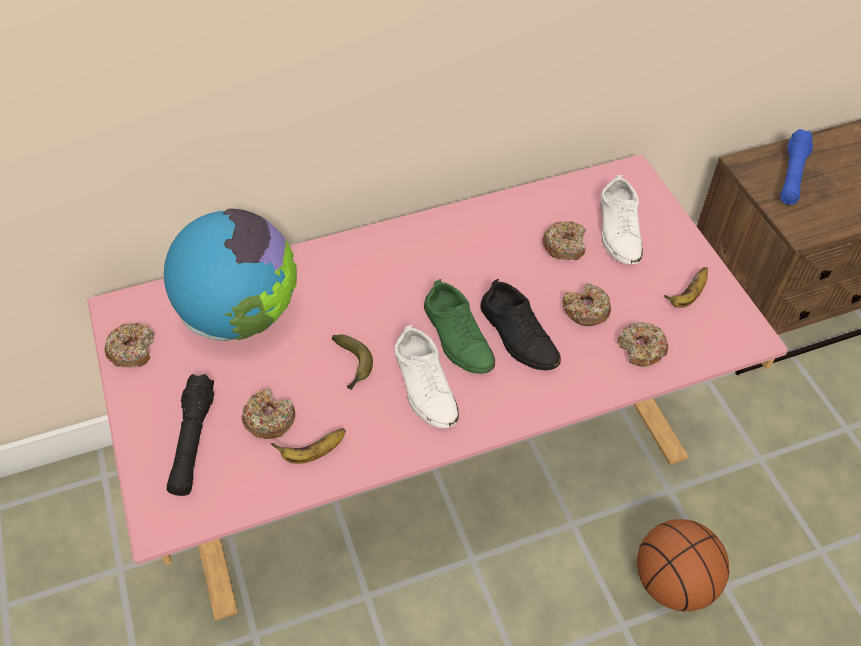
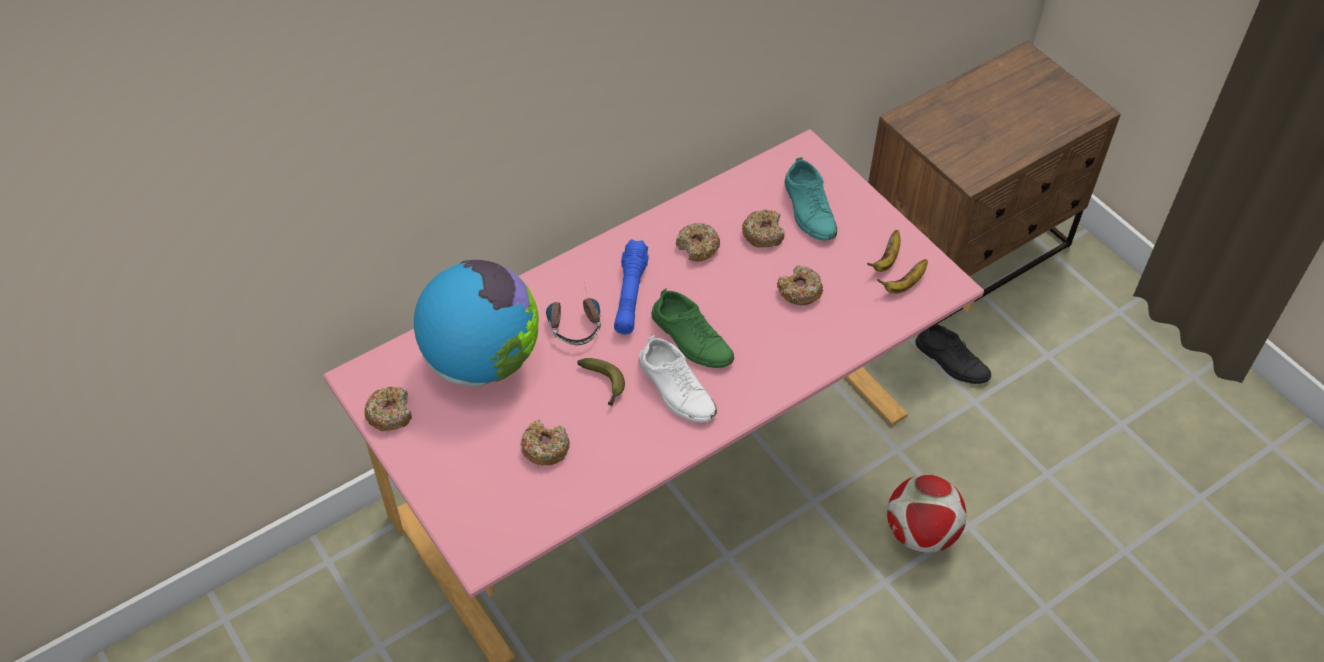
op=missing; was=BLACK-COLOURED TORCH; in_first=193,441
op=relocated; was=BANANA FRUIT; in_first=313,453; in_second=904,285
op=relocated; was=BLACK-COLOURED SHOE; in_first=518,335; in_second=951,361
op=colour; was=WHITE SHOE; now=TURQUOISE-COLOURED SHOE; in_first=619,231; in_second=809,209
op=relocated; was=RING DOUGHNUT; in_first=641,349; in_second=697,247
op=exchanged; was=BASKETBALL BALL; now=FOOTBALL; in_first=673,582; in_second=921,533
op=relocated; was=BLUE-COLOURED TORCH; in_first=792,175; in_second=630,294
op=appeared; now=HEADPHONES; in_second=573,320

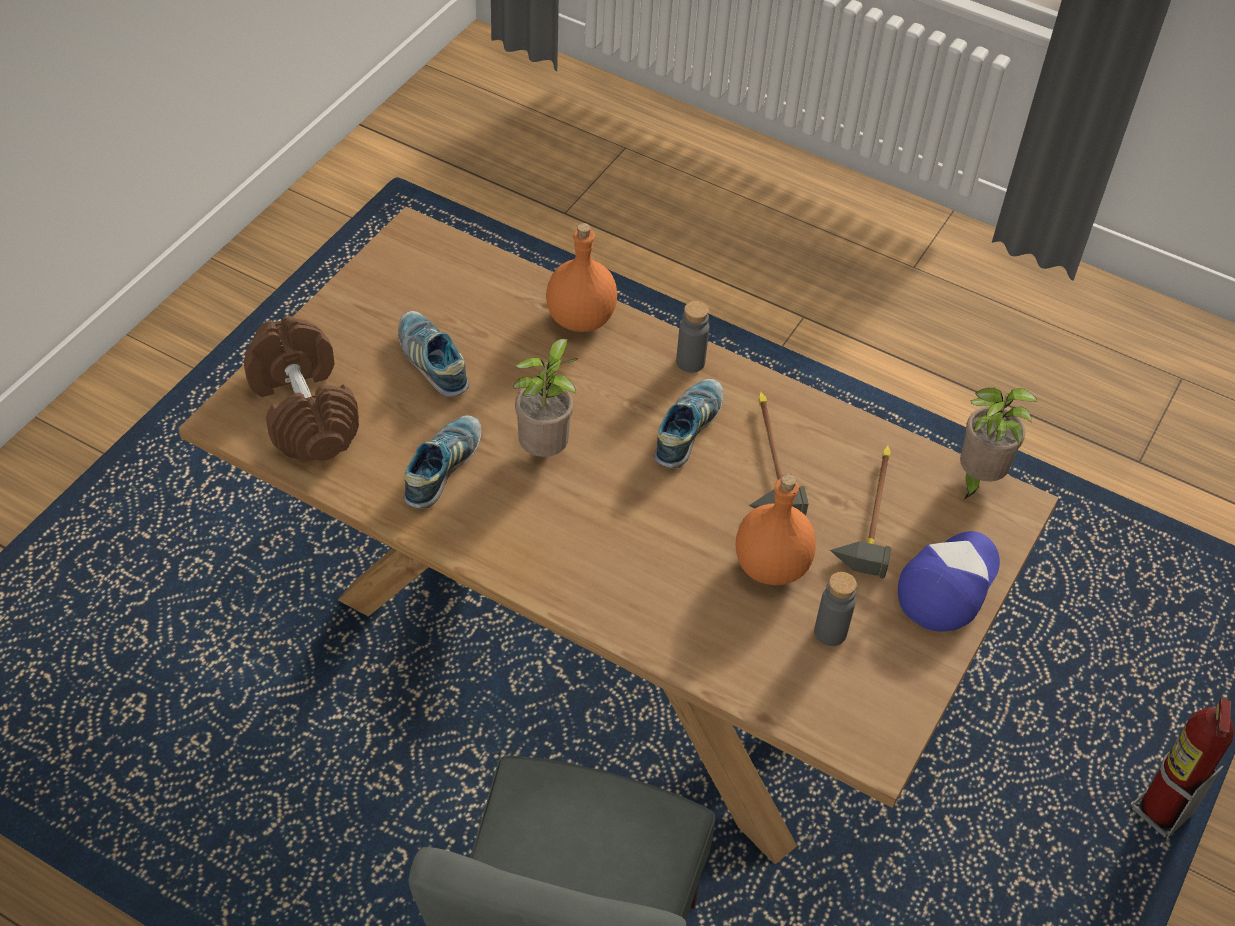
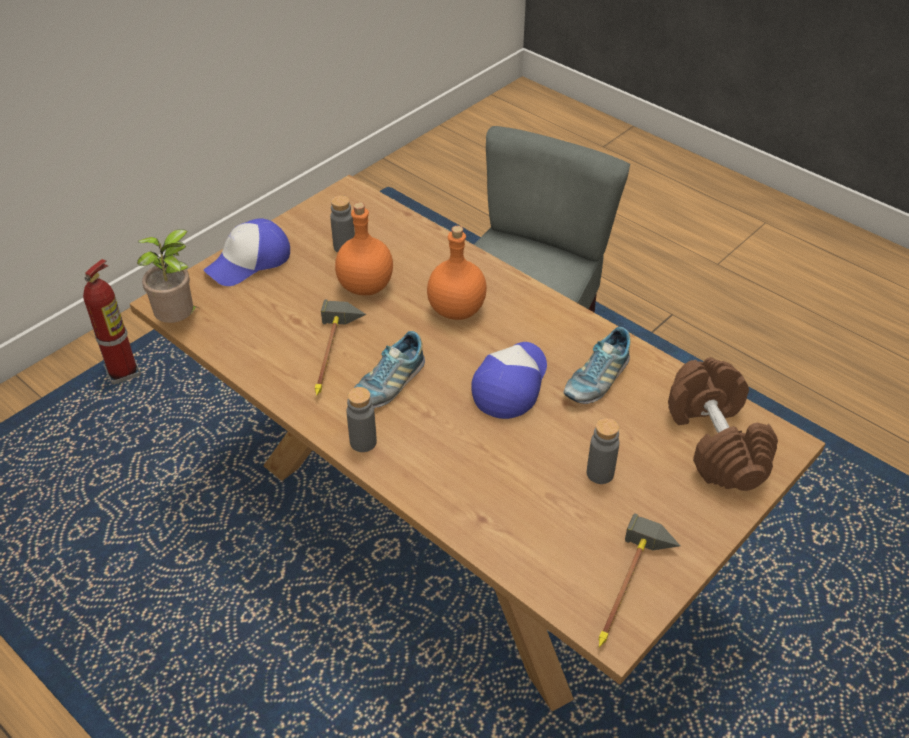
op=exchanged; was=SHOE; now=GREY DRINK BOTTLE; in_first=432,362; in_second=600,473
op=exchanged; was=PLANT IN A POT; now=CAP; in_first=545,449; in_second=510,384
op=relocated; was=ORANGE-COLOURED DRINK BOTTLE; in_first=579,318; in_second=457,310
op=relocated; was=TOOL HAMMER; in_first=866,509; in_second=632,593

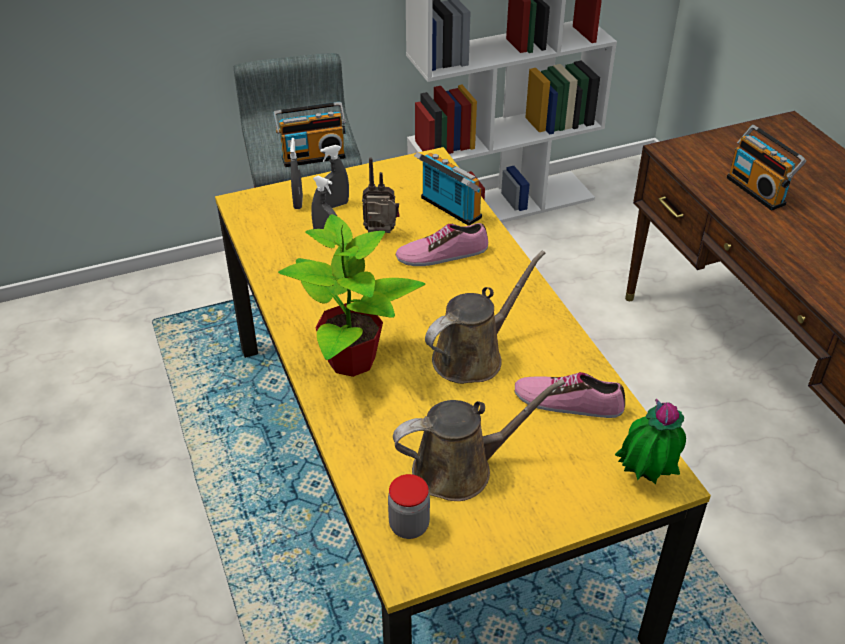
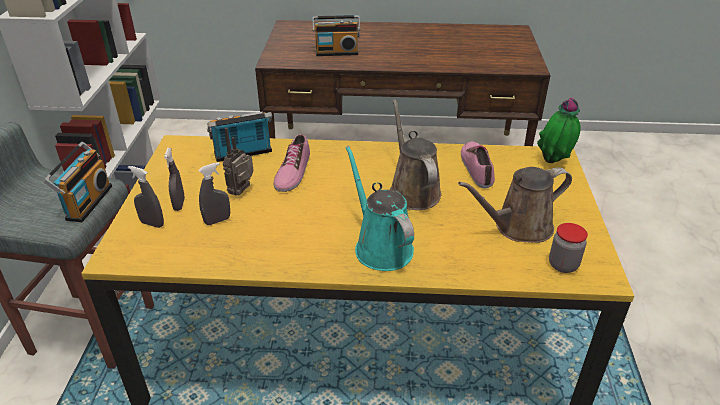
op=exchanged; was=PLANT IN A POT; now=TURQUOISE-COLOURED WATERING CAN; in_first=352,360; in_second=380,246
op=spun; was=BROWNISH WATERING CAN; in_first=460,469; in_second=518,227; clockwise=-120
op=spun; was=SHOE; in_first=568,401; in_second=477,168; clockwise=135

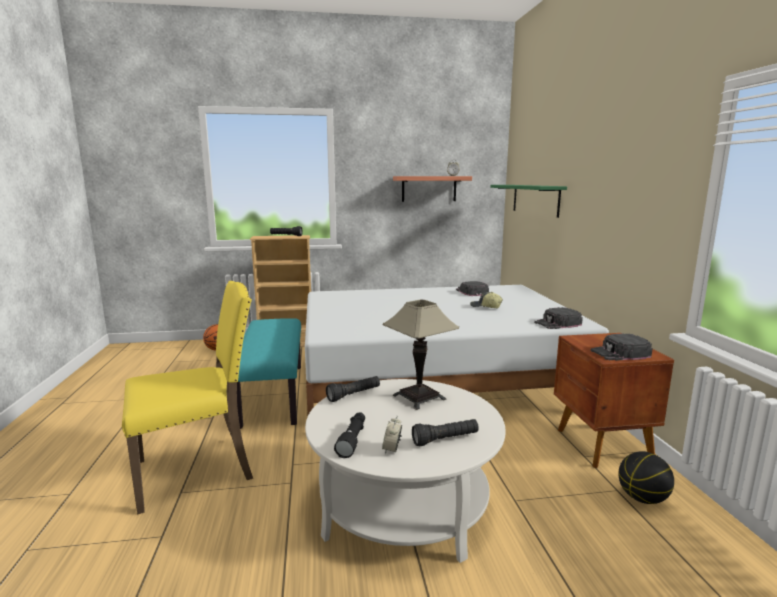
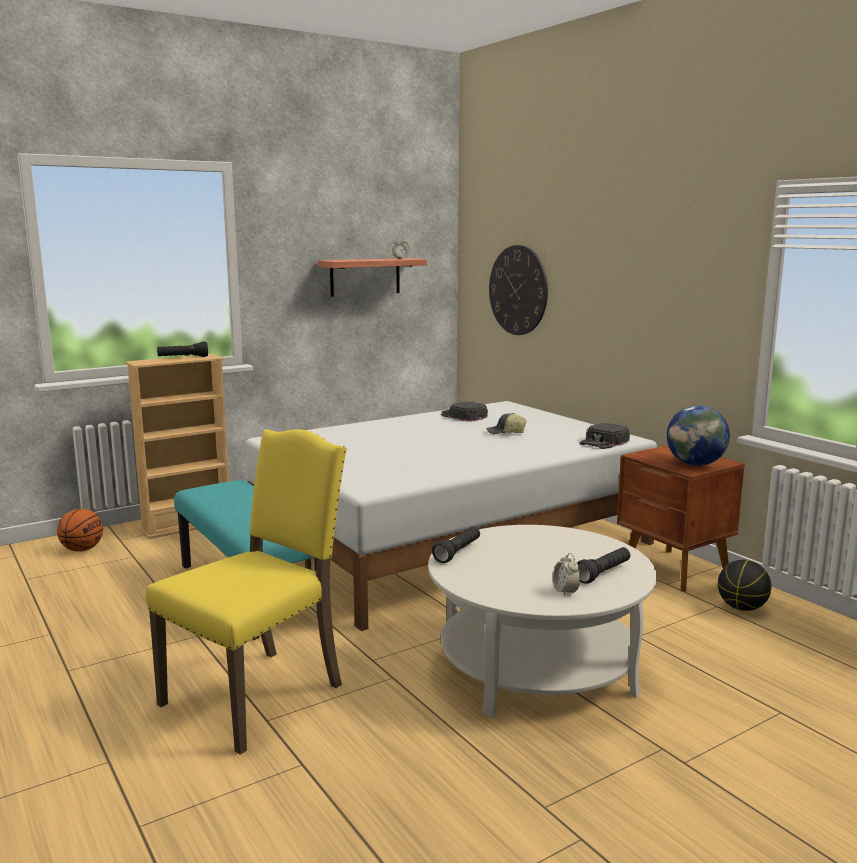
op=missing; was=BLACK-COLOURED TORCH; in_first=352,440
op=missing; was=LAMP FOR A TABLE; in_first=419,397
op=exchanged; was=GREENISH BRACKET SHELF; now=CLOCK ON THE WALL; in_first=535,199; in_second=518,290
op=exchanged; was=BLACK-COLOURED CAP; now=GLOBE; in_first=620,353; in_second=695,464

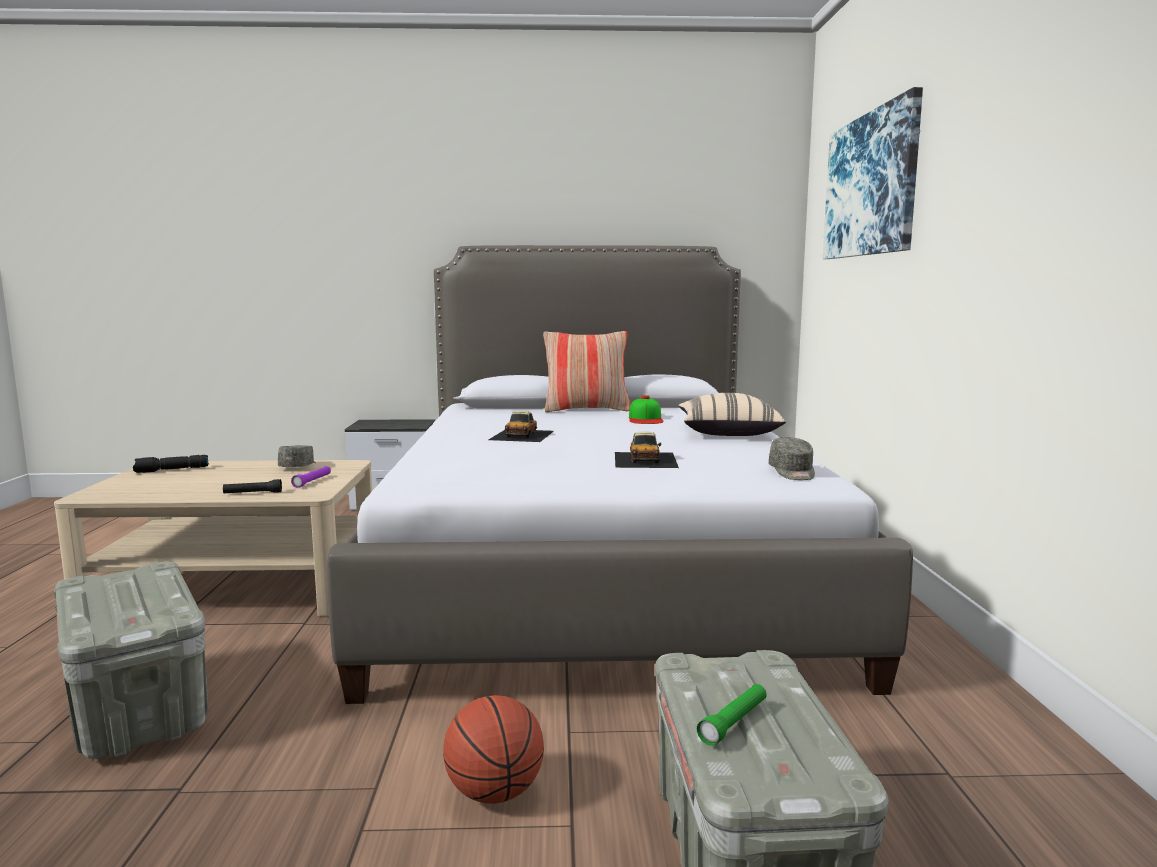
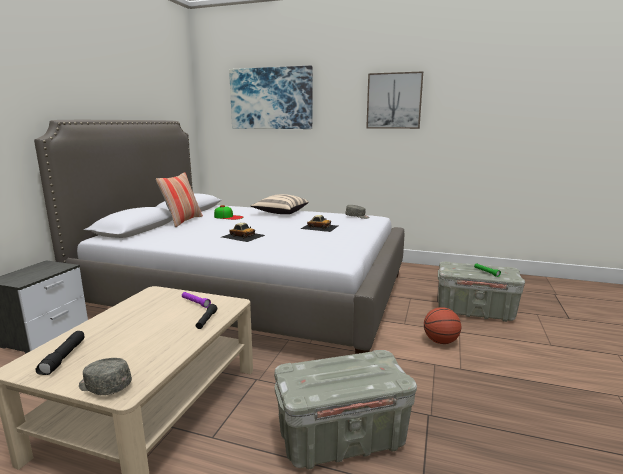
op=relocated; was=GREY CAP; in_first=299,466; in_second=104,386
op=appeared; now=WALL PICTURE; in_second=394,101

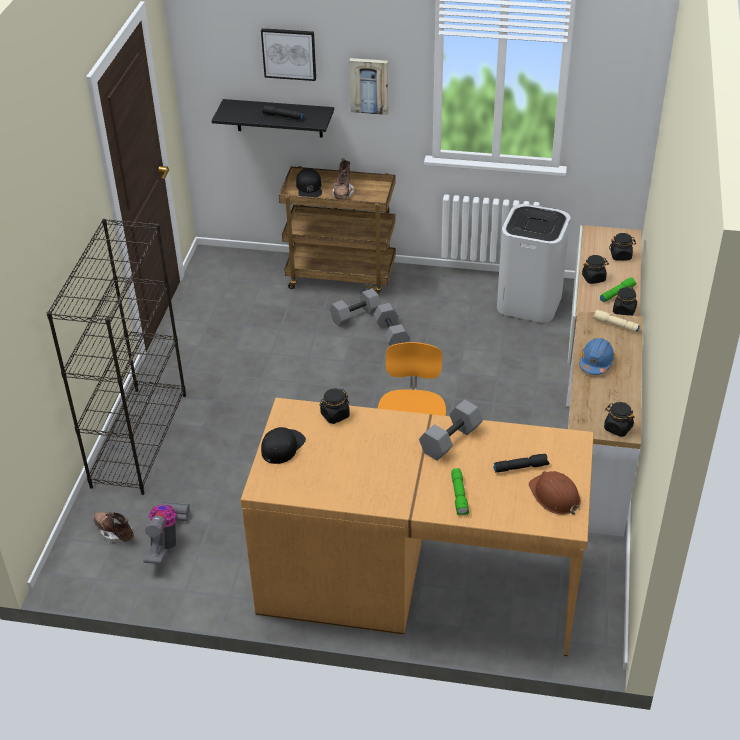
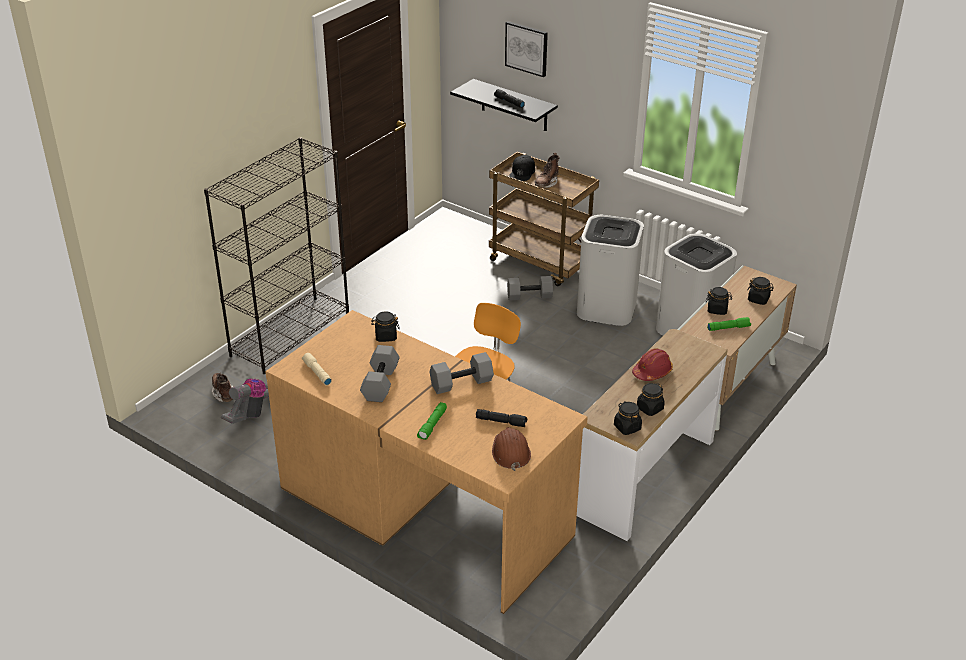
op=missing; was=BLACK-COLOURED CAP; in_first=282,446
op=missing; was=WALL PICTURE; in_first=369,85
op=relocated; was=GREY HAND WEIGHT; in_first=392,334; in_second=381,384
op=colour; was=BLUE-COLOURED HARD HAT; now=RED HARD HAT; in_first=596,362; in_second=652,372
op=relocated; was=BEIGE-COLOURED TORCH; in_first=615,325; in_second=316,373
op=relocated; was=BLACK-COLOURED STORAGE JAR; in_first=624,311; in_second=649,408
op=appeared; now=WHITE WASTE BIN; in_second=607,308

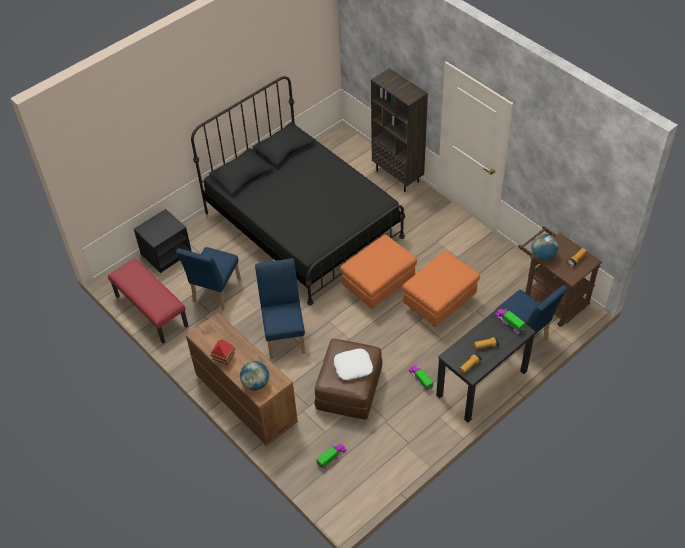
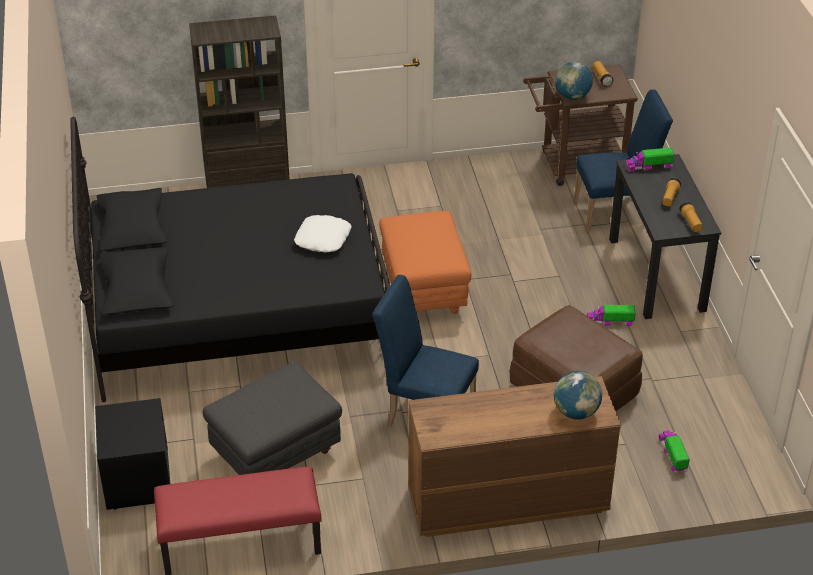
op=exchanged; was=BLUE-COLOURED CHAIR; now=GREY FOOTREST; in_first=215,293; in_second=276,455
op=missing; was=MODEL HOUSE; in_first=224,359
op=relocated; was=WHITE PILLOW; in_first=353,366; in_second=322,239
op=missing; was=ORANGE-COLOURED FOOTREST; in_first=439,304

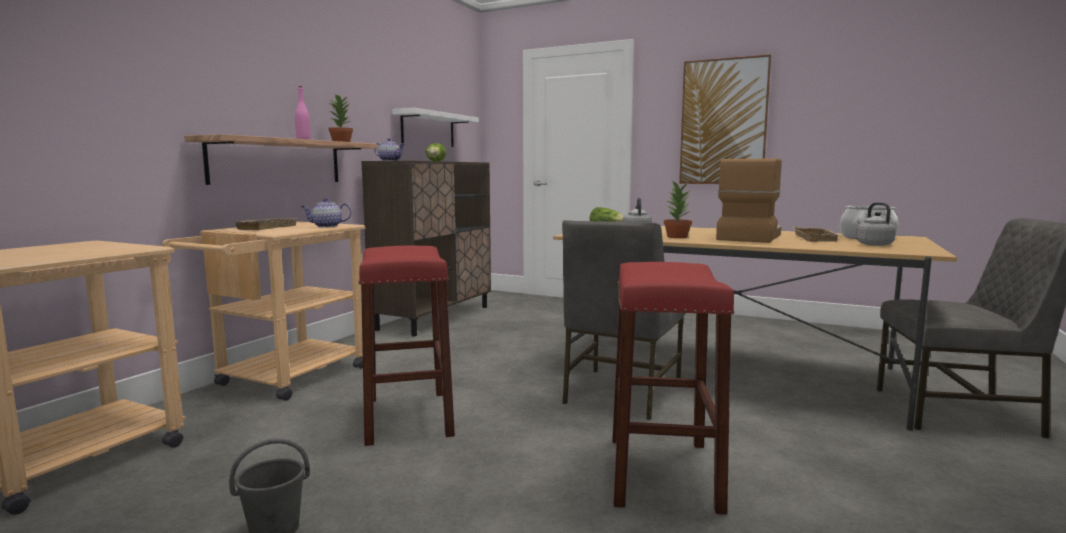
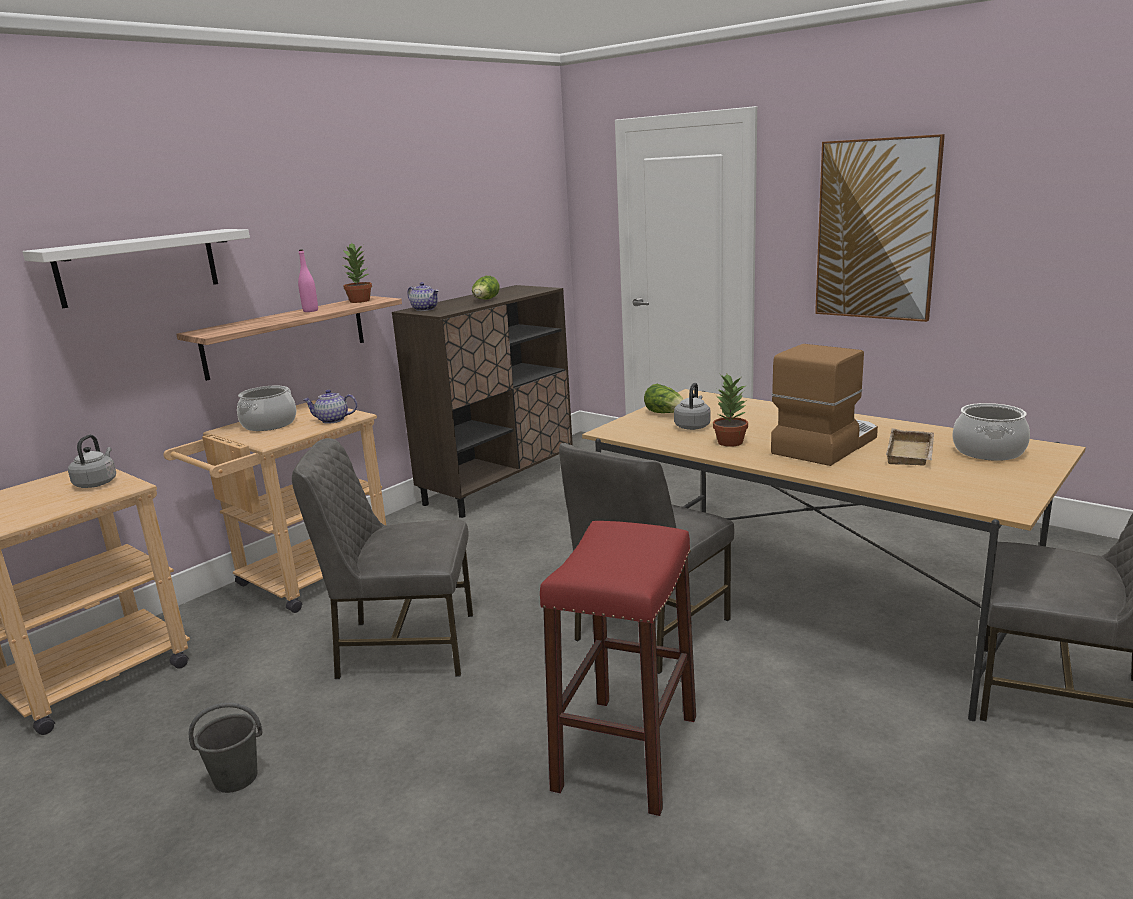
op=exchanged; was=BEIGE-COLOURED CARRYING TRAY; now=STOCKPOT; in_first=266,227; in_second=269,424
op=exchanged; was=RED SITTING STOOL; now=GREY CHAIR; in_first=408,416; in_second=404,646
op=relocated; was=WHITE BRACKET SHELF; in_first=428,129; in_second=138,267
op=relocated; was=GREY WATER KETTLE; in_first=872,244; in_second=97,483

